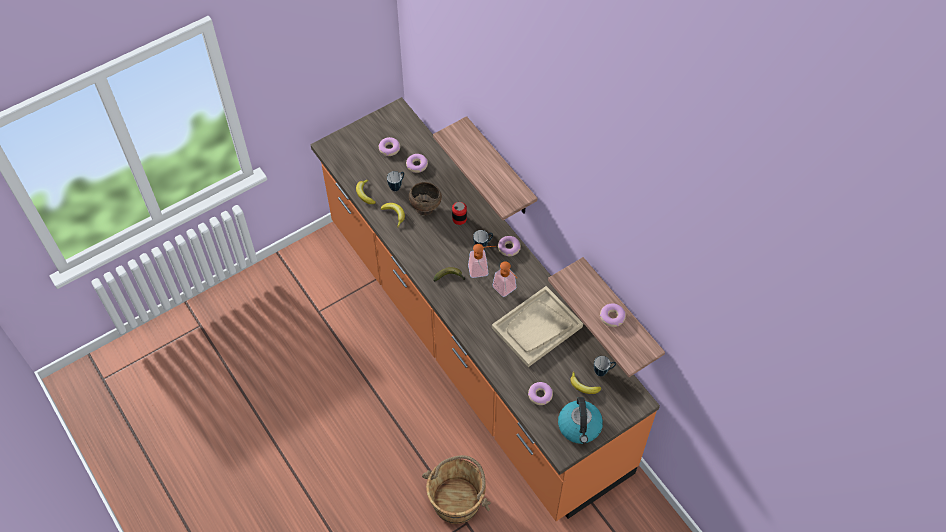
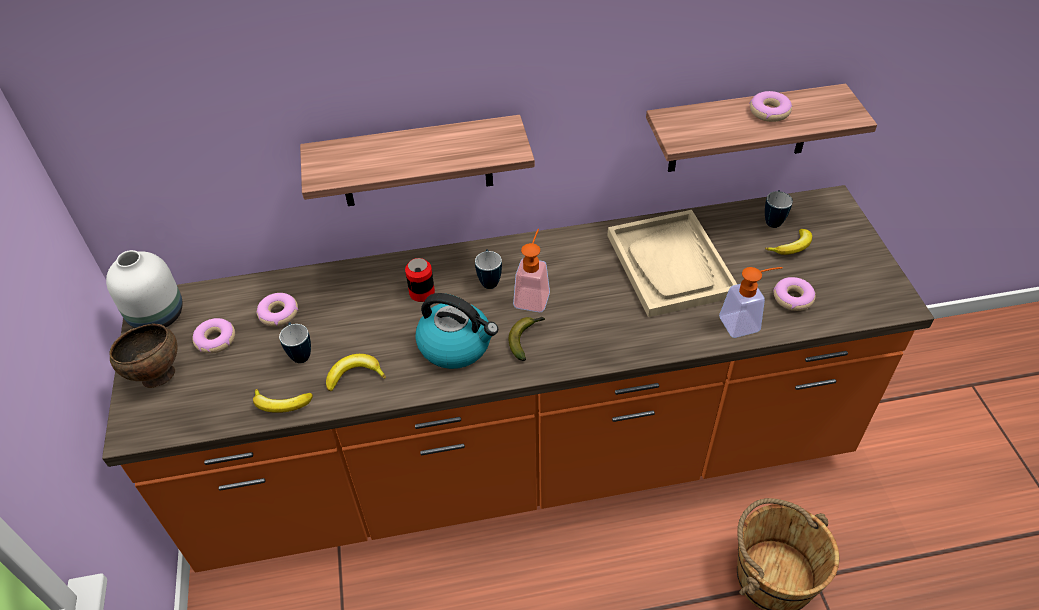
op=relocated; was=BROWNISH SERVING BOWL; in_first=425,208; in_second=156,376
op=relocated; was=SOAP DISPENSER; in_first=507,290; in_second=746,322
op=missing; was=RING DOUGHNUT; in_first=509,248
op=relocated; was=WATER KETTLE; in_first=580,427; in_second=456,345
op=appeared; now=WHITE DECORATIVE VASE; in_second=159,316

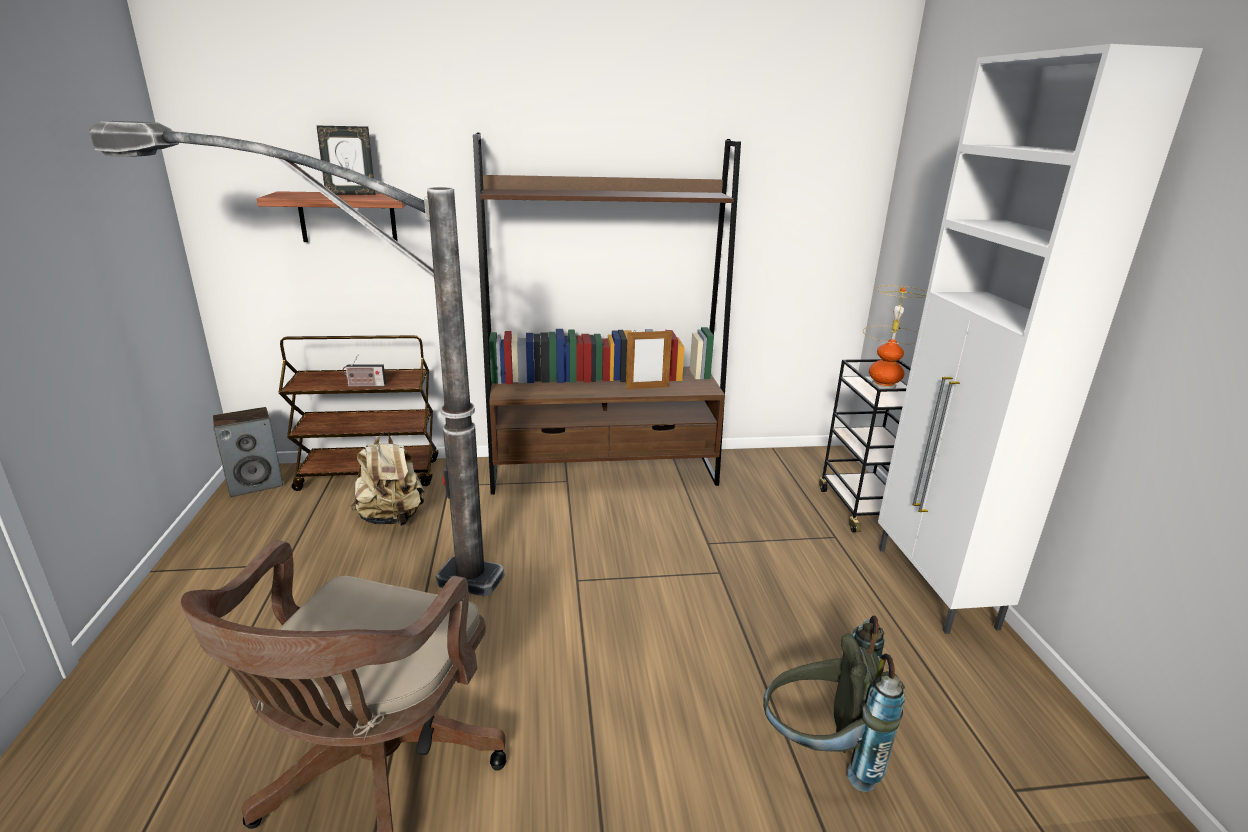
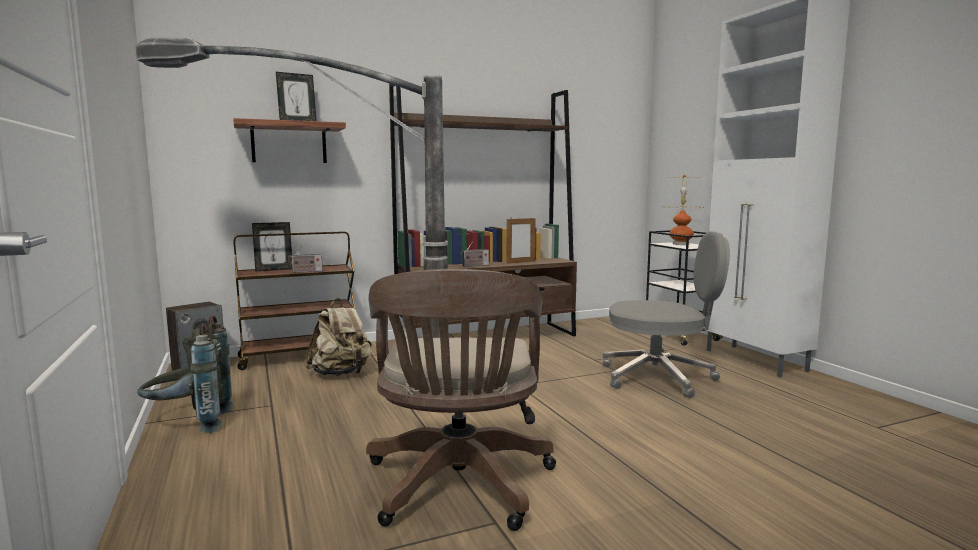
op=relocated; was=GREY RUCKSACK; in_first=818,753; in_second=189,423
op=appeared; now=STANDING FRAME; in_second=274,269
op=appeared; now=RADIO RECEIVER; in_second=474,265
op=appeared; now=GREY DESK CHAIR; in_second=659,377

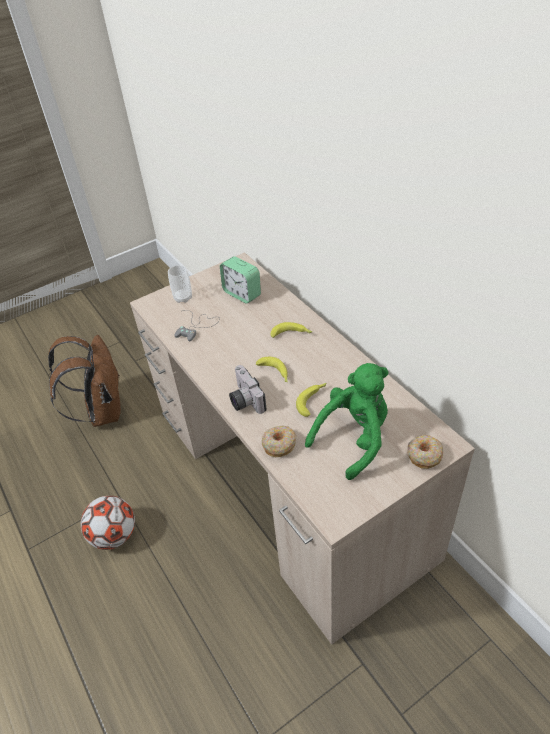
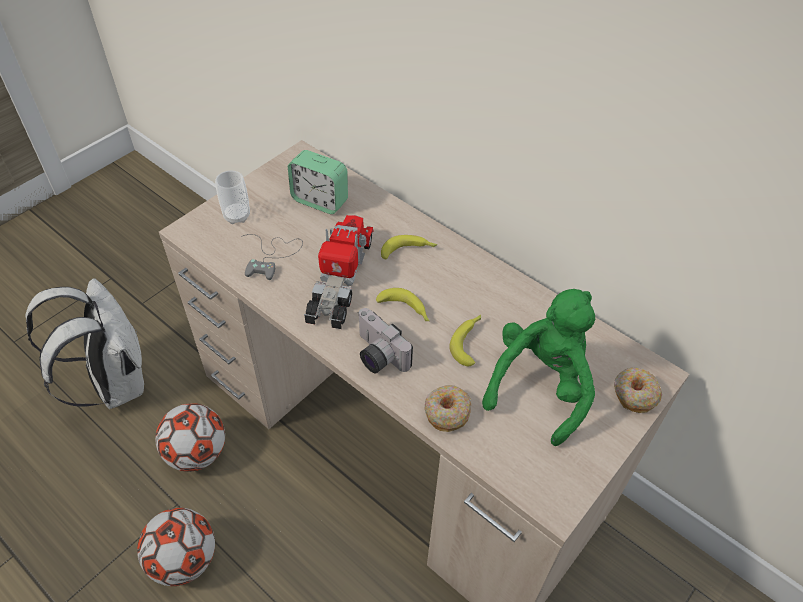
op=colour; was=BROWNISH RUCKSACK; now=WHITE RUCKSACK; in_first=102,411; in_second=114,383
op=appeared; now=FOOTBALL; in_second=197,453
op=appeared; now=TOY TRUCK; in_second=340,279

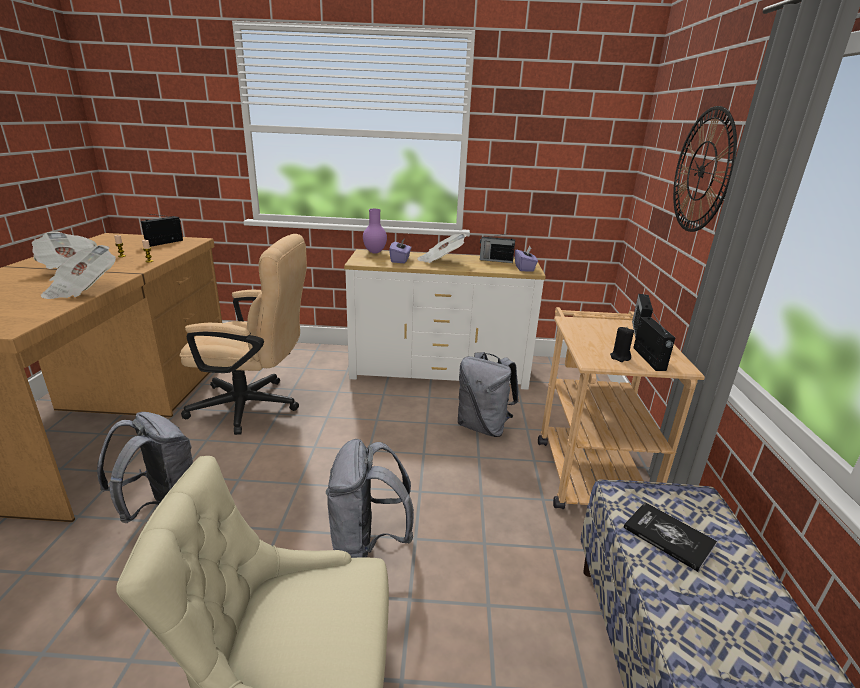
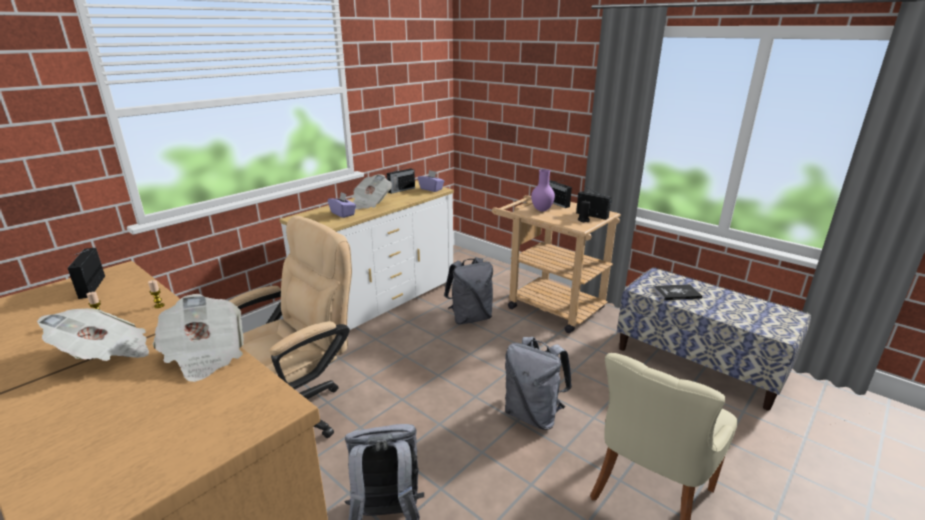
op=relocated; was=PURPLE-COLOURED DECORATIVE VASE; in_first=374,252; in_second=541,210
op=missing; was=CLOCK ON THE WALL; in_first=702,171

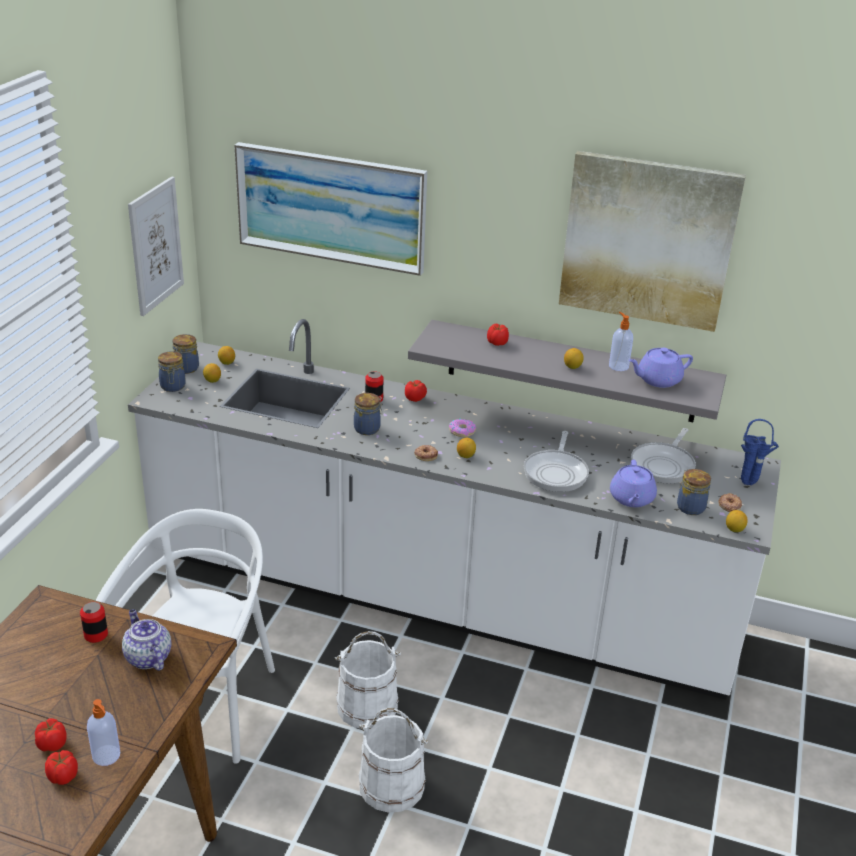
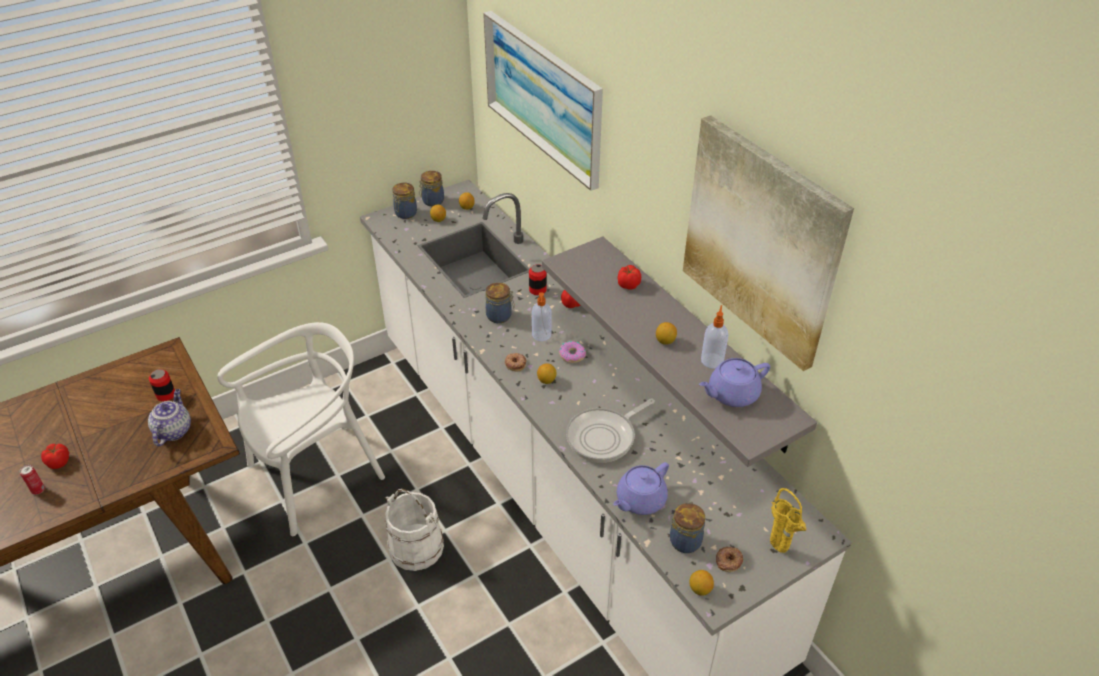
op=exchanged; was=WHOLE TOMATO; now=SEALED CAN; in_first=63,777; in_second=38,490
op=relocated; was=SOAP DISPENSER; in_first=107,756; in_second=541,335
op=missing; was=WALL PICTURE; in_first=155,245
op=missing; was=WHITE BUCKET; in_first=392,785
op=spun; was=PURPLE-COLOURED TEA POT; in_first=657,380; in_second=732,394; clockwise=-45
op=missing; was=SKILLET; in_first=664,465
op=colour; was=BLUE-COLOURED DECORATIVE VASE; now=YELLOWISH DECORATIVE VASE; in_first=750,484; in_second=779,551

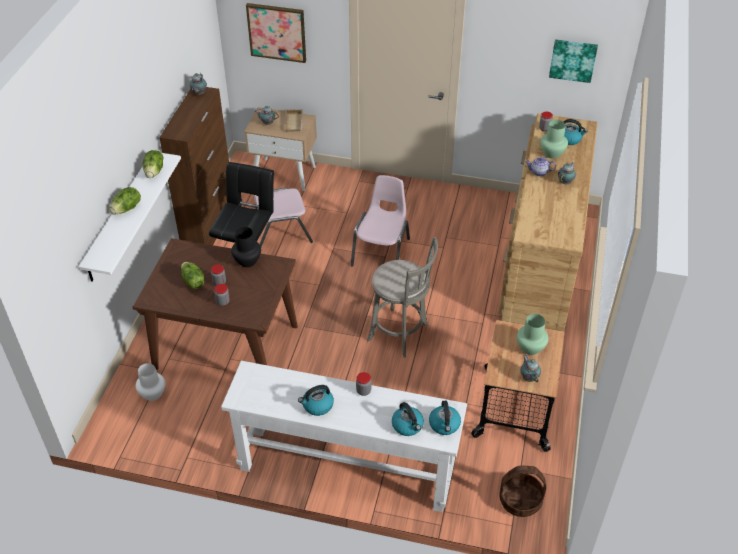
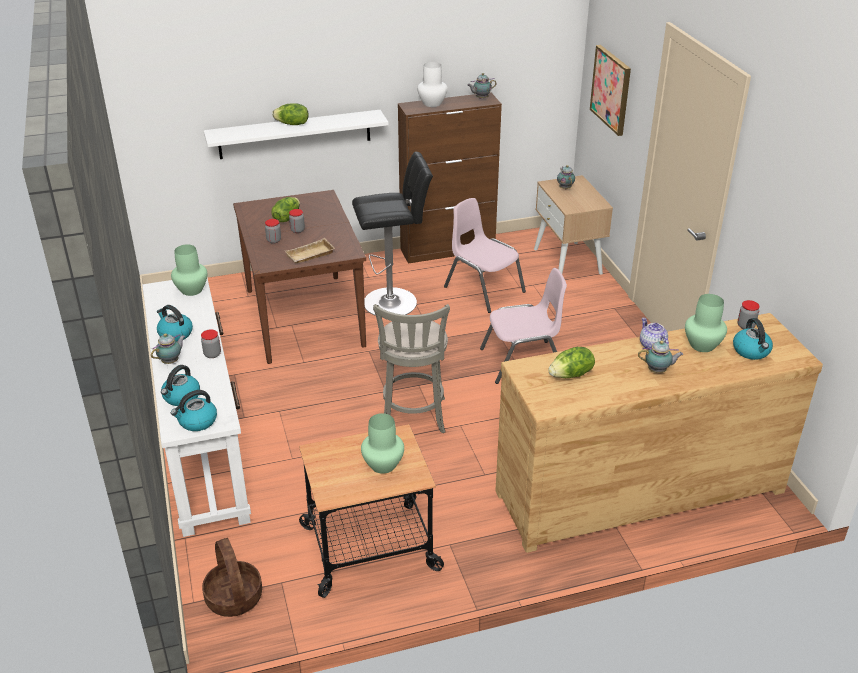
op=relocated; was=WHITE DECORATIVE VASE; in_first=153,393; in_second=432,103
op=relocated; was=LETTUCE HEAD; in_first=154,171; in_second=571,375
op=missing; was=BLACK-COLOURED DECORATIVE VASE; in_first=248,261
op=relocated; was=BEIGE-COLOURED CARRYING TRAY; in_first=295,123; in_second=310,255
op=relocated; was=TEA POT; in_first=529,377; in_second=171,361
op=missing; was=WALL PICTURE; in_first=573,60
op=appeared; now=GREENISH DECORATIVE VASE; in_second=192,289

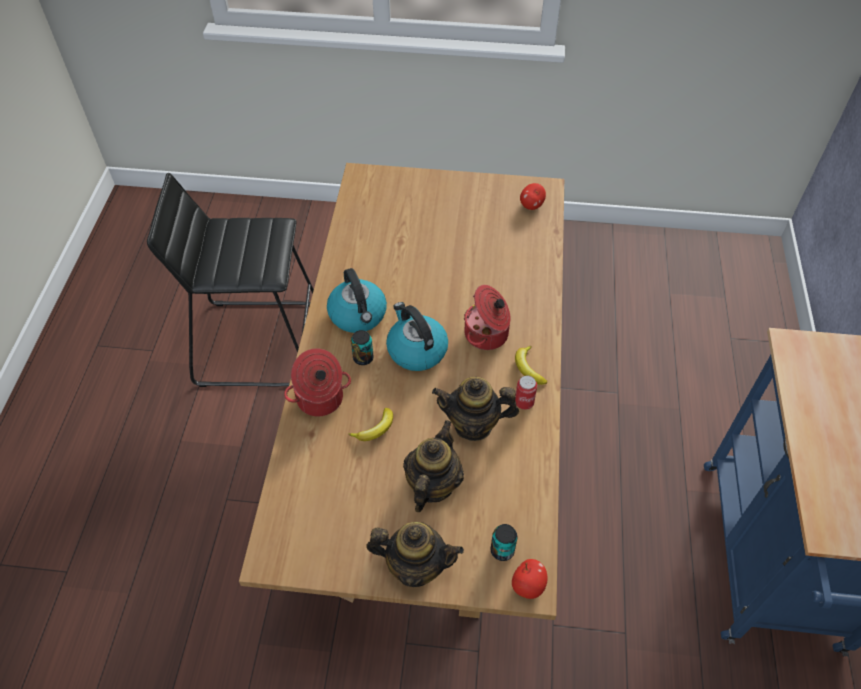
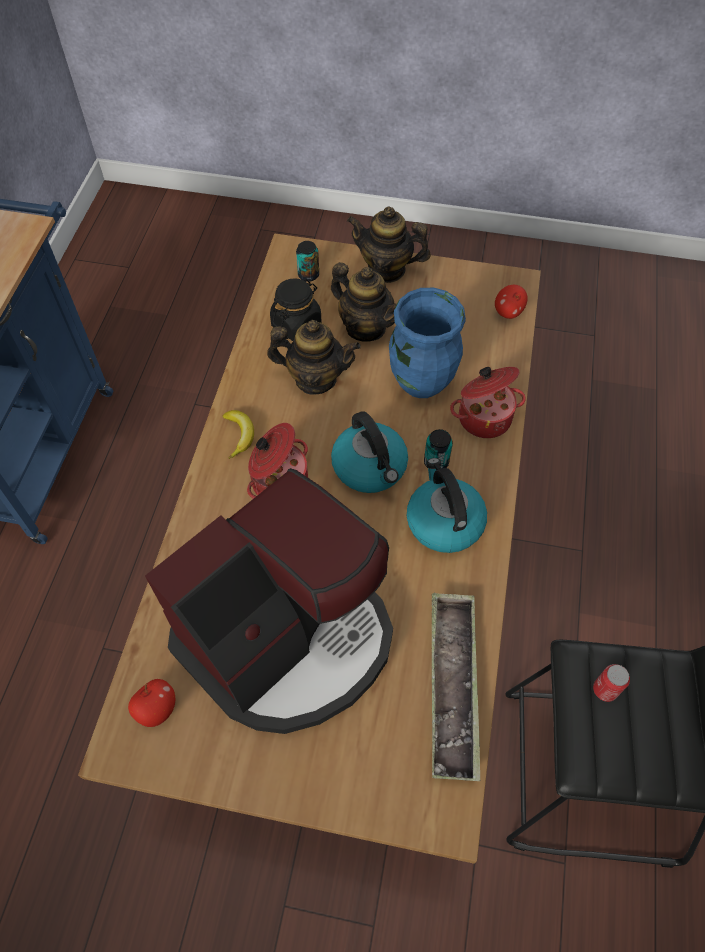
op=exchanged; was=BANANA FRUIT; now=BLUE-COLOURED DECORATIVE VASE; in_first=375,429; in_second=421,381
op=spun; was=TEA POT; in_first=432,485; in_second=365,327; clockwise=-75
op=relocated; was=APPLE FRUIT; in_first=528,585; in_second=508,312
op=relocated; was=SEALED CAN; in_first=524,402; in_second=605,690
op=appeared; now=COFFEE MAKER; in_second=289,638
op=appeared; now=BLACK-COLOURED STORAGE JAR; in_second=296,324
op=appeared; now=CARRYING TRAY; in_second=453,685

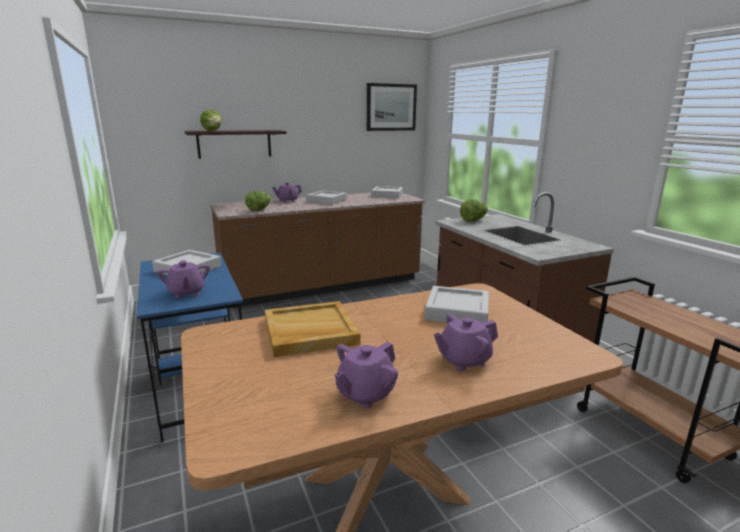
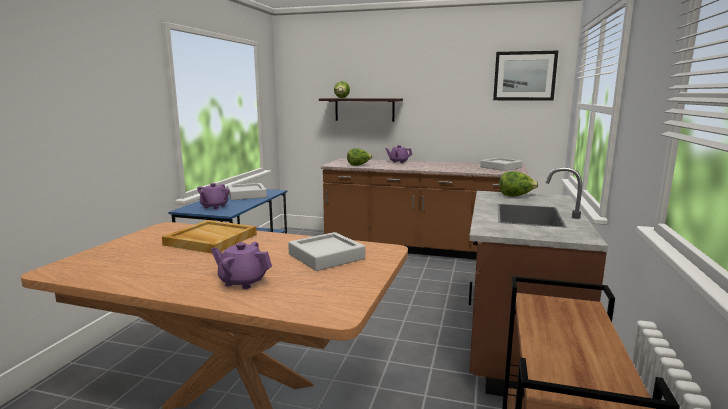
op=missing; was=GREY CARRYING TRAY; in_first=326,200
op=missing; was=PURPLE-COLOURED TEA POT; in_first=365,394

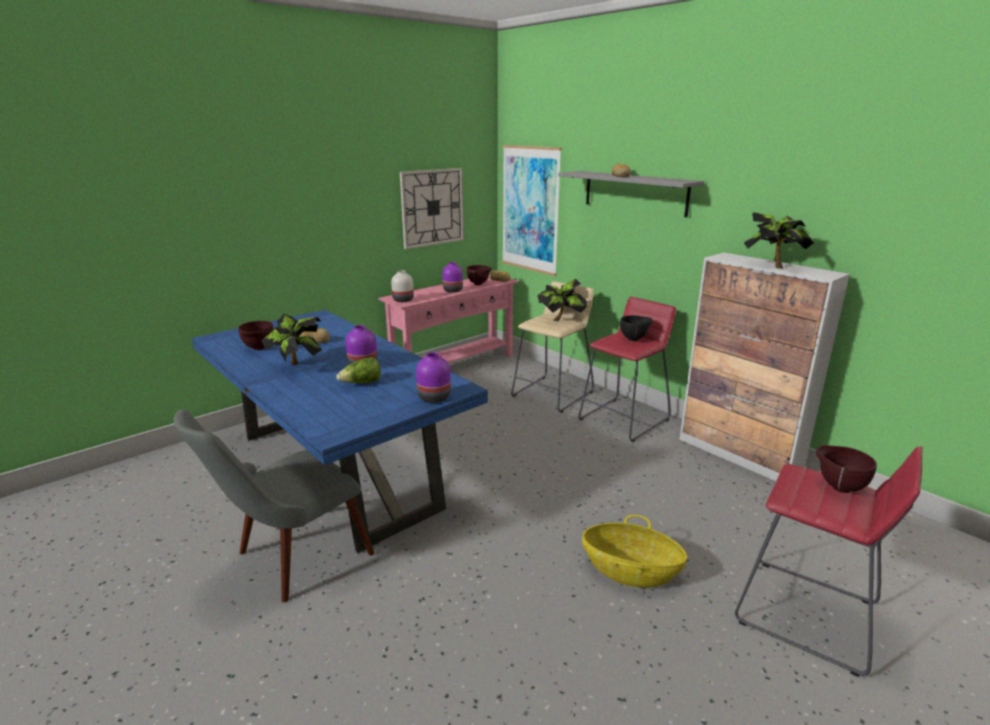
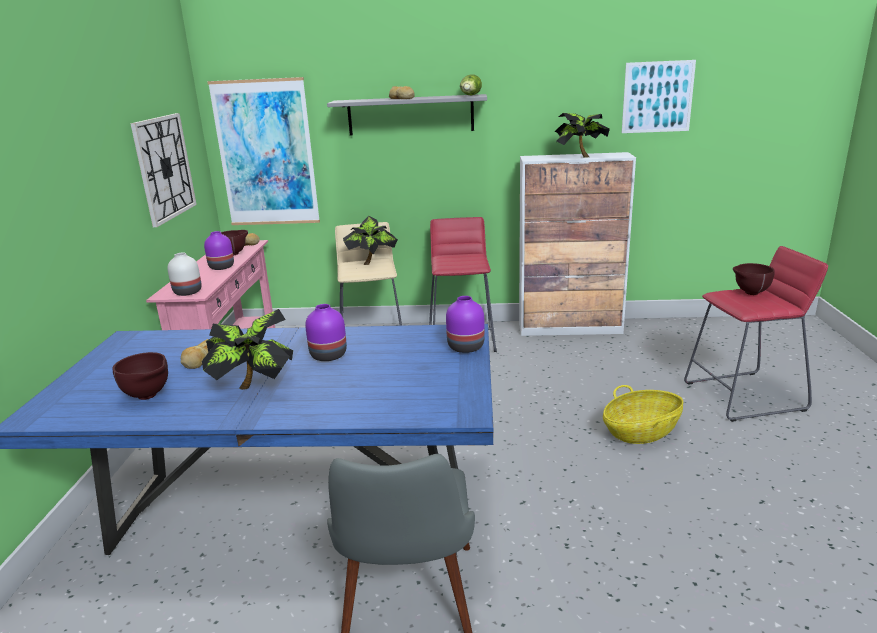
op=relocated; was=LETTUCE HEAD; in_first=361,383; in_second=470,95
op=missing; was=BLACK-COLOURED SERVING BOWL; in_first=634,339
op=appeared; now=WALL PICTURE; in_second=657,97

